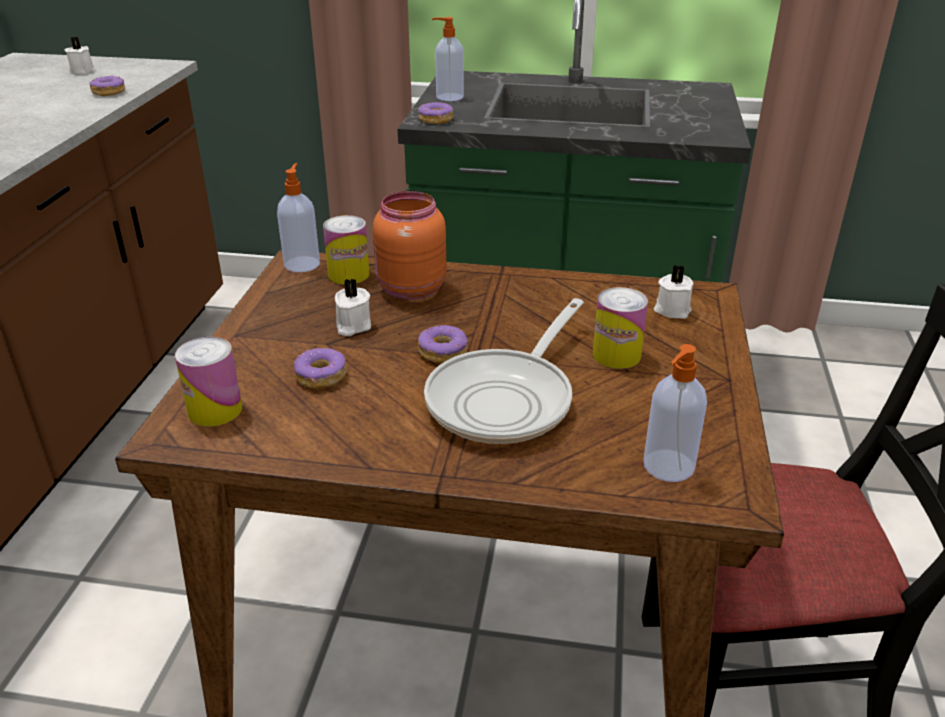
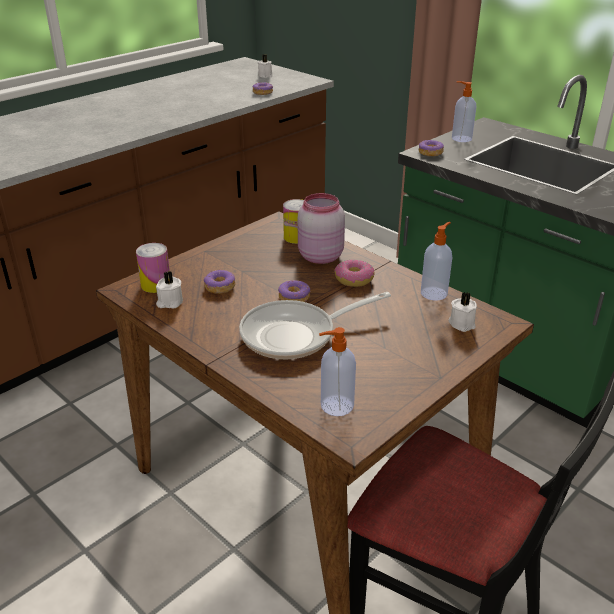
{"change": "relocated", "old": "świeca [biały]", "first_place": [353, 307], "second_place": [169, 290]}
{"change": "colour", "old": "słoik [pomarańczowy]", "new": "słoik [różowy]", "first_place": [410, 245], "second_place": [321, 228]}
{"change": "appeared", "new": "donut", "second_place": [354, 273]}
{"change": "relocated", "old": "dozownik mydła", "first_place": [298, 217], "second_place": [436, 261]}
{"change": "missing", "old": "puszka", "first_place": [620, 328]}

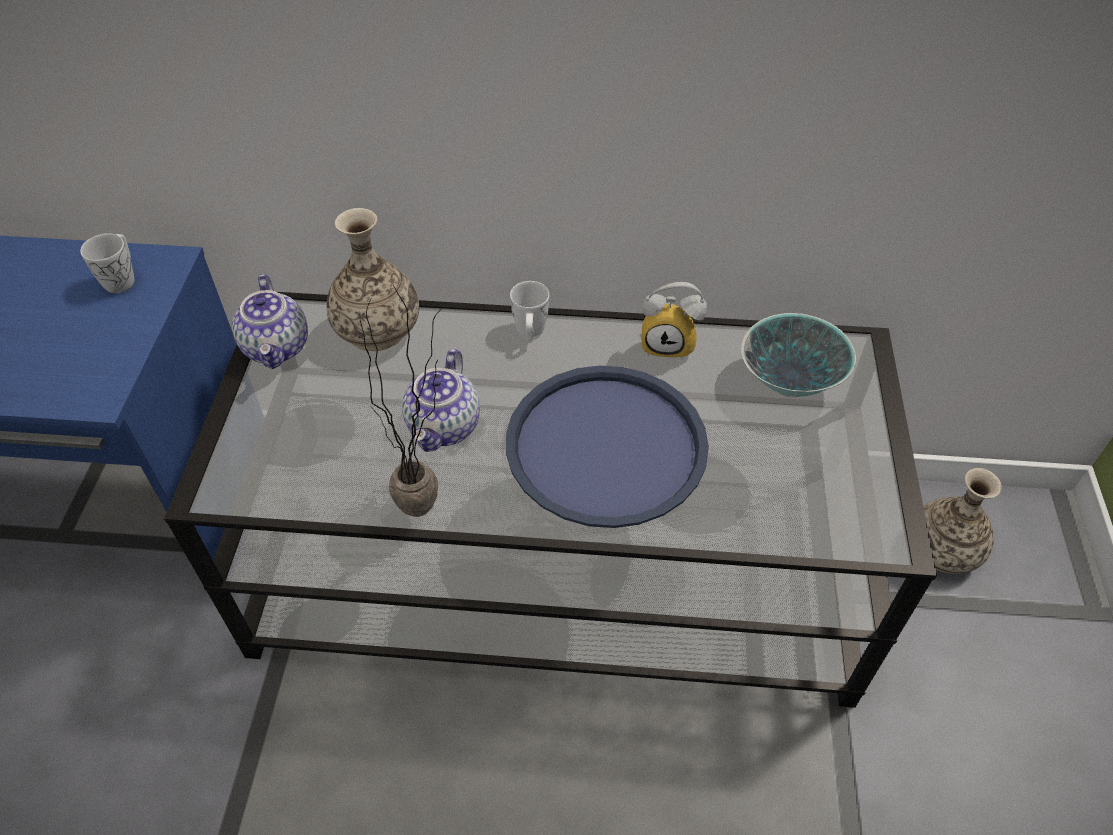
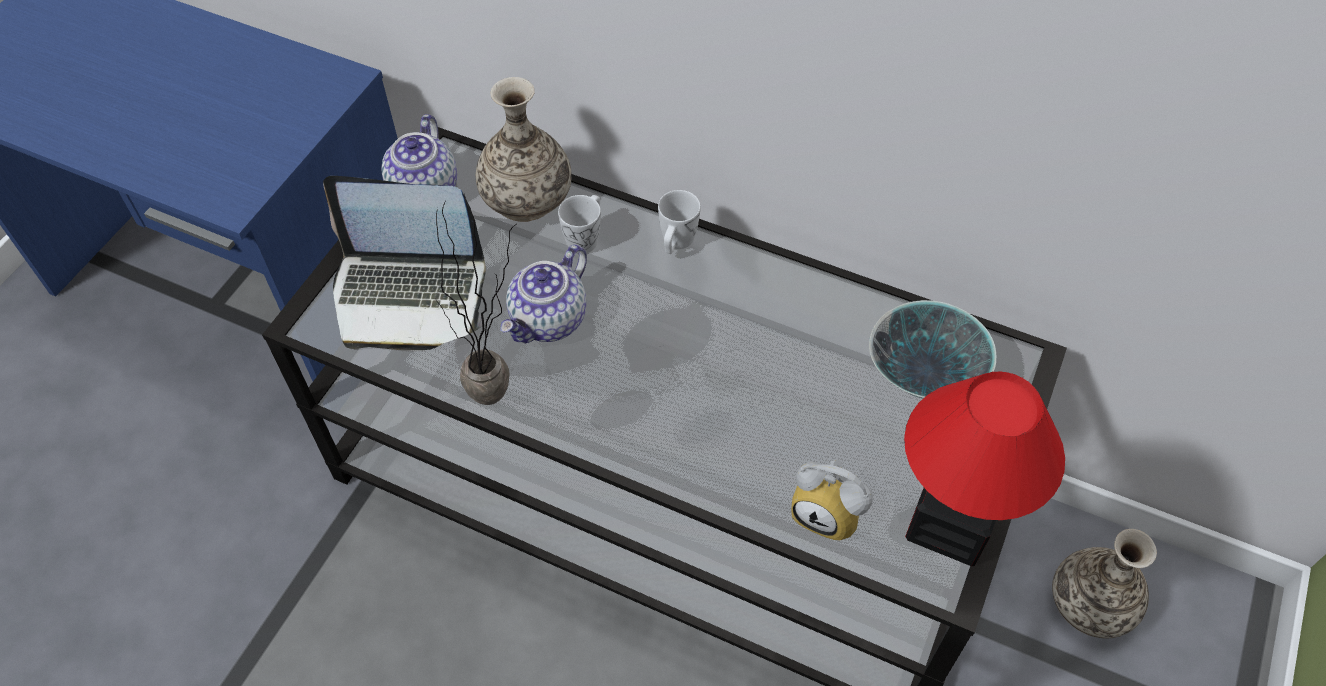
{"change": "appeared", "new": "laptop", "second_place": [404, 263]}
{"change": "relocated", "old": "kubek [biały]", "first_place": [107, 263], "second_place": [579, 224]}
{"change": "relocated", "old": "budzik", "first_place": [674, 321], "second_place": [832, 500]}
{"change": "appeared", "new": "lampa stołowa", "second_place": [984, 468]}
{"change": "missing", "old": "taca [niebieski]", "first_place": [607, 447]}

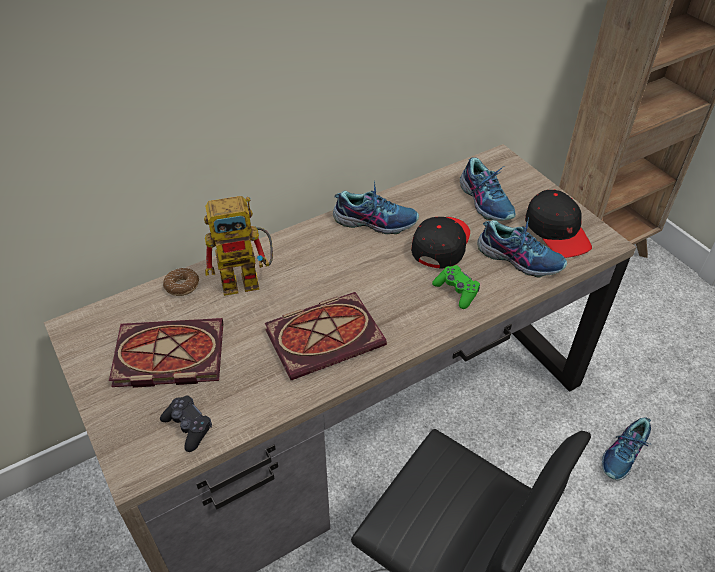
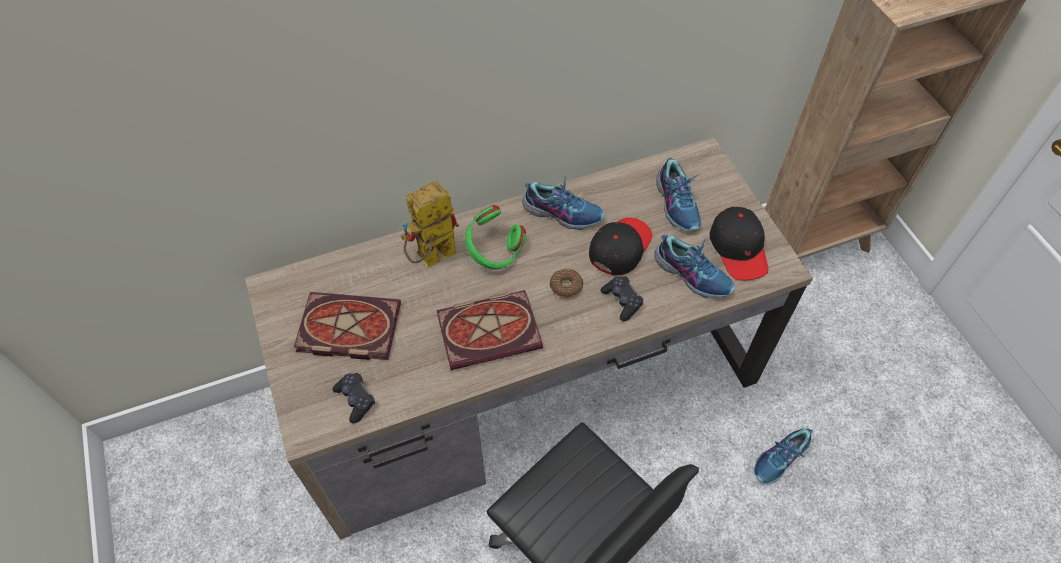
{"change": "spun", "old": "robot zabawkowy", "first_place": [238, 246], "second_place": [430, 224], "degrees": 150}
{"change": "appeared", "new": "słuchawki [zielony]", "second_place": [495, 237]}
{"change": "relocated", "old": "donut", "first_place": [181, 282], "second_place": [566, 283]}
{"change": "colour", "old": "pad do gier [zielony]", "new": "pad do gier [czarny]", "first_place": [456, 287], "second_place": [622, 298]}

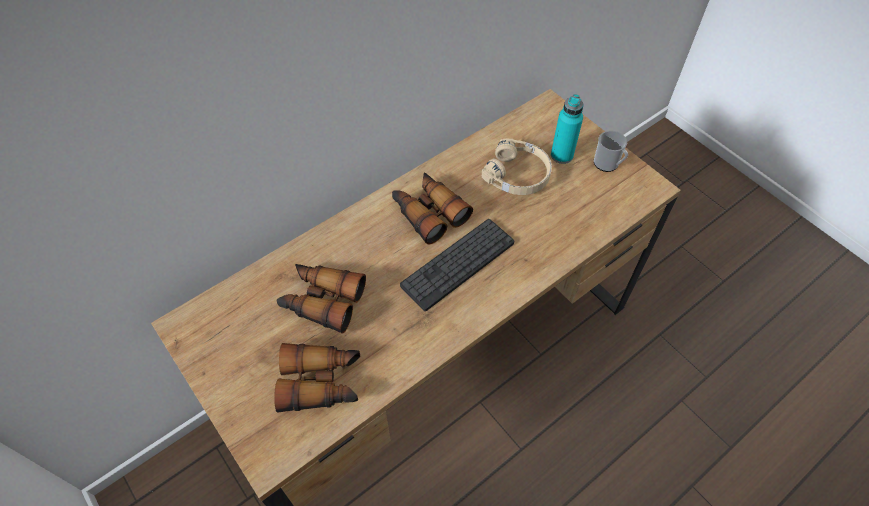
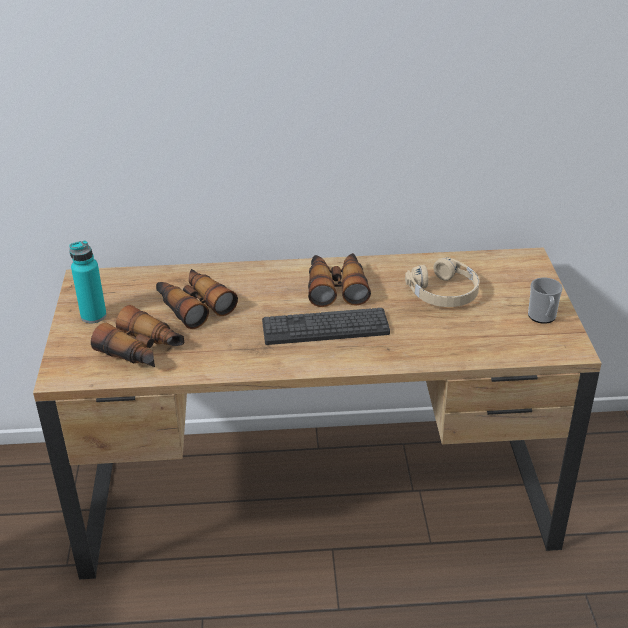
{"change": "relocated", "old": "butelka [turkusowy]", "first_place": [567, 129], "second_place": [88, 282]}

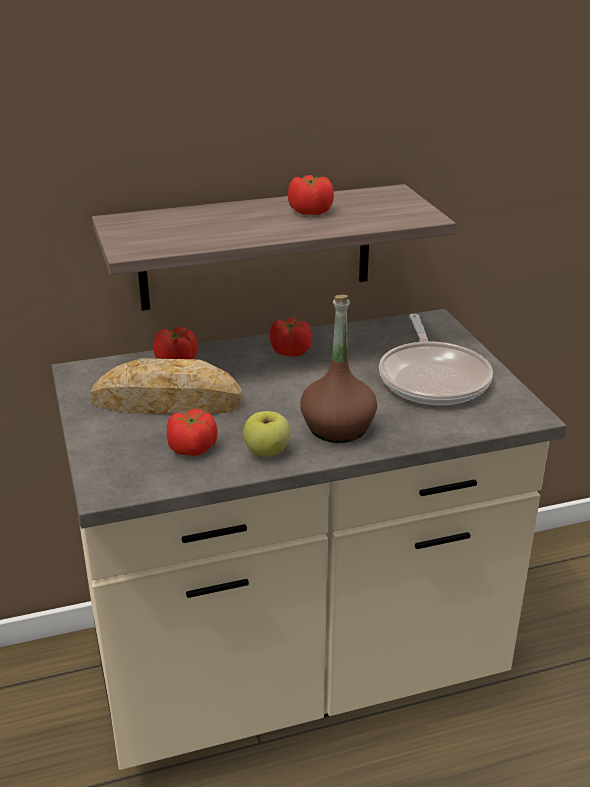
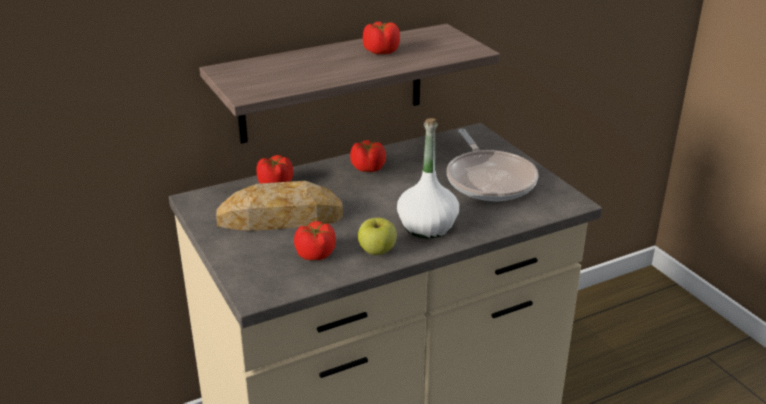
{"change": "colour", "old": "butelka [brązowy]", "new": "butelka [biały]", "first_place": [338, 368], "second_place": [428, 178]}

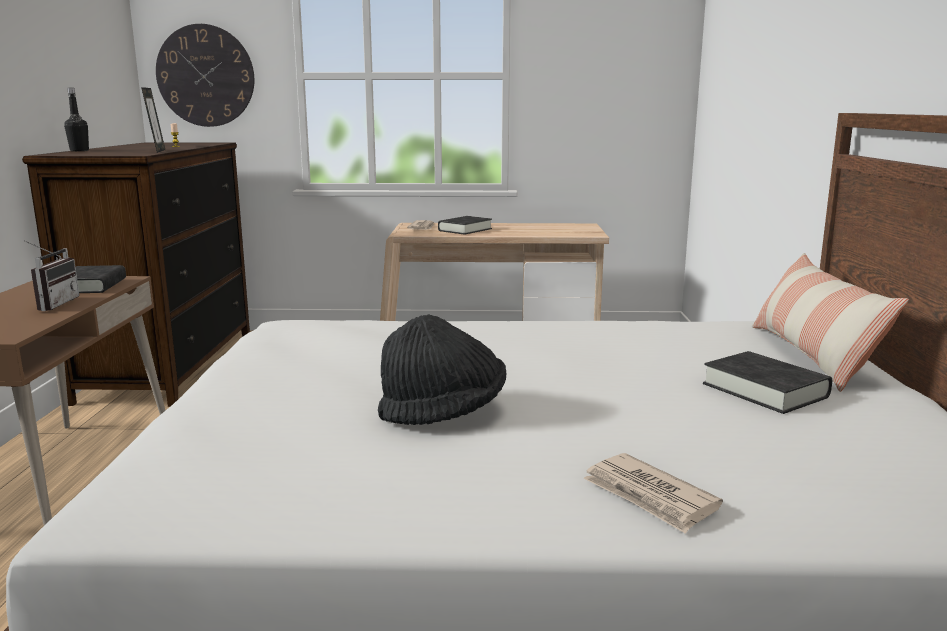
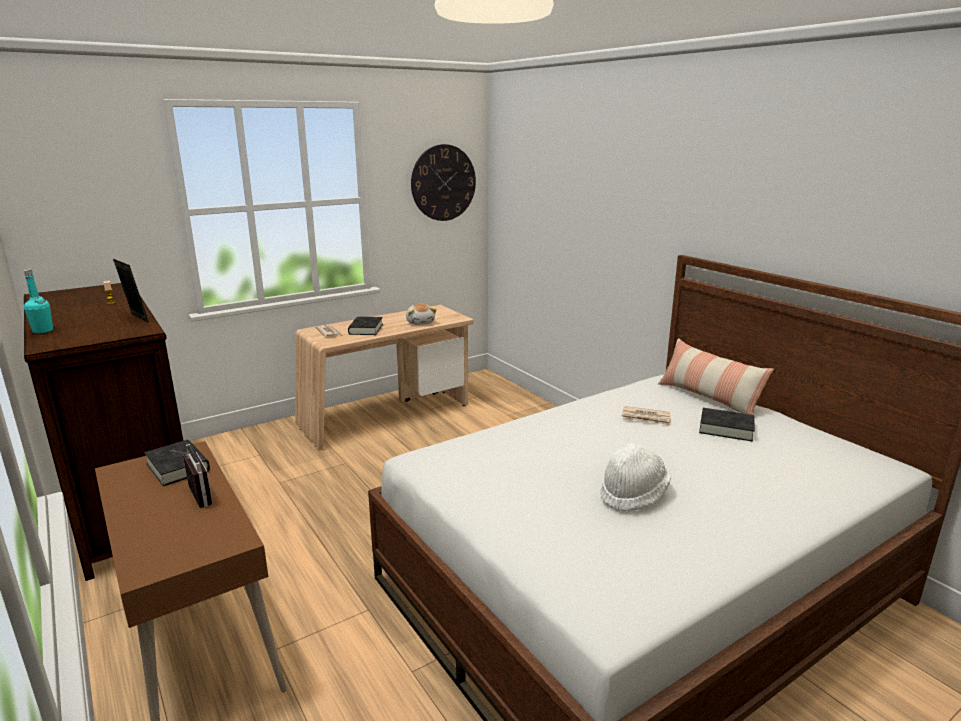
{"change": "colour", "old": "butelka [czarny]", "new": "butelka [turkusowy]", "first_place": [76, 119], "second_place": [38, 301]}
{"change": "appeared", "new": "pluszak", "second_place": [421, 314]}
{"change": "relocated", "old": "zegar ścienny", "first_place": [205, 75], "second_place": [443, 182]}
{"change": "colour", "old": "kapelusz [czarny]", "new": "kapelusz [biały]", "first_place": [442, 369], "second_place": [635, 477]}
{"change": "relocated", "old": "gazeta", "first_place": [653, 493], "second_place": [646, 416]}

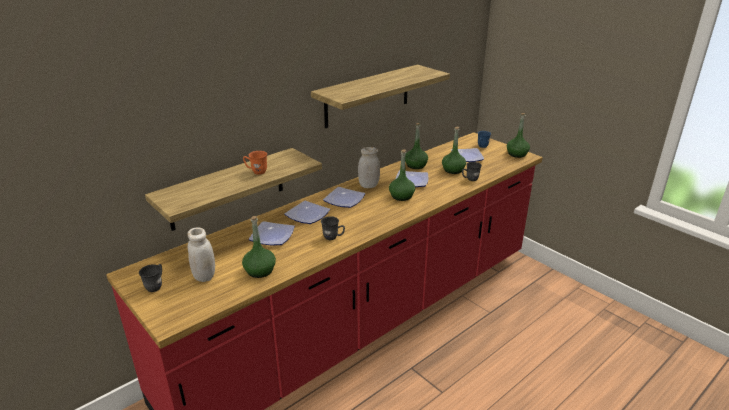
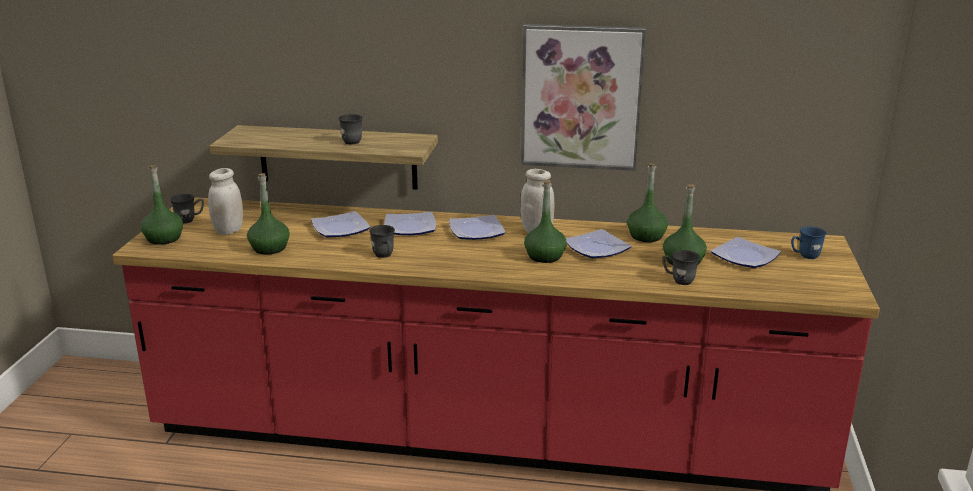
{"change": "relocated", "old": "butelka [zielony]", "first_place": [518, 135], "second_place": [161, 205]}
{"change": "colour", "old": "kubek [pomarańczowy]", "new": "kubek [szary]", "first_place": [255, 163], "second_place": [351, 129]}
{"change": "exchanged", "old": "półka", "new": "obraz", "first_place": [380, 96], "second_place": [583, 97]}

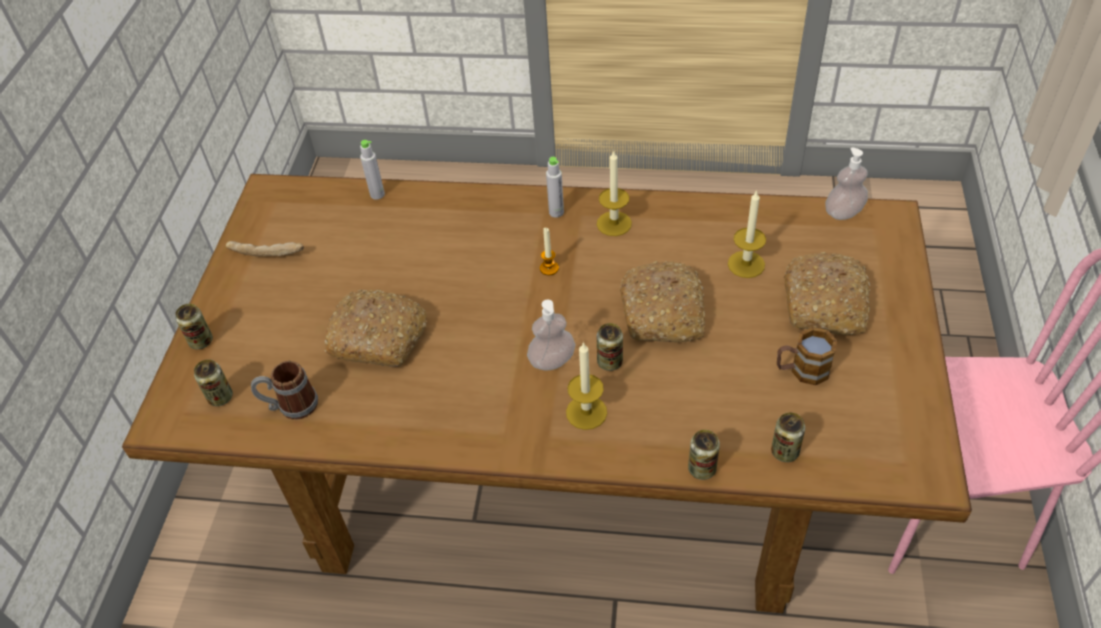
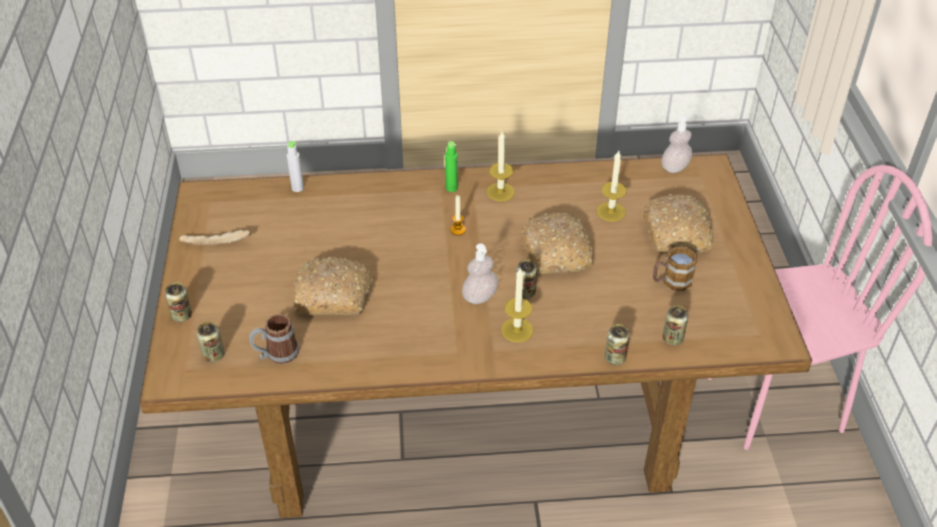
{"change": "colour", "old": "butelka [szary]", "new": "butelka [zielony]", "first_place": [555, 187], "second_place": [451, 166]}

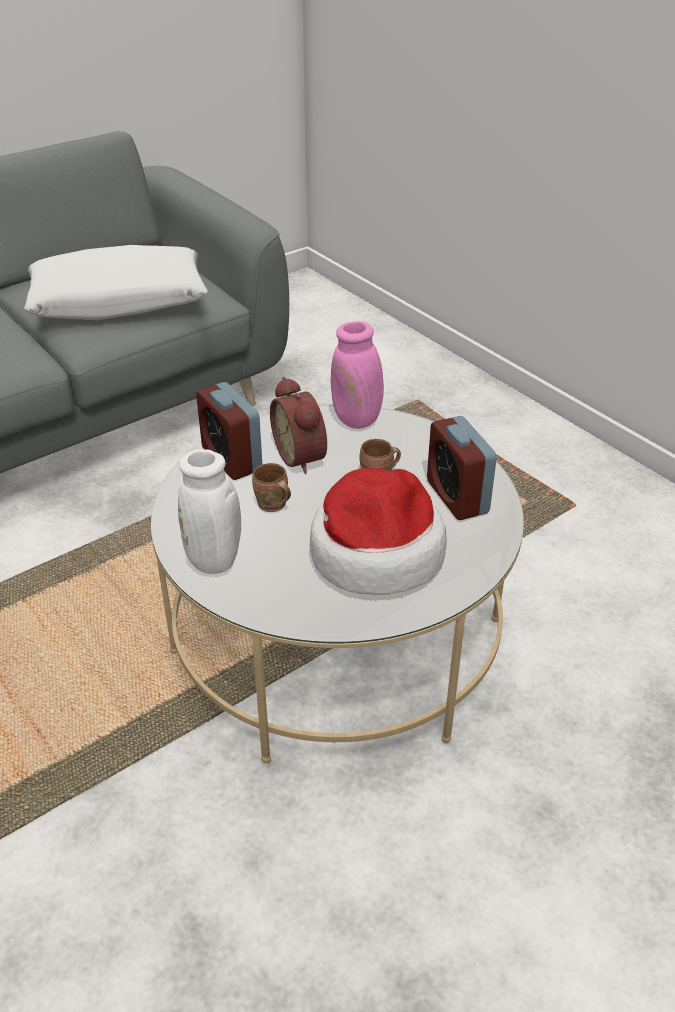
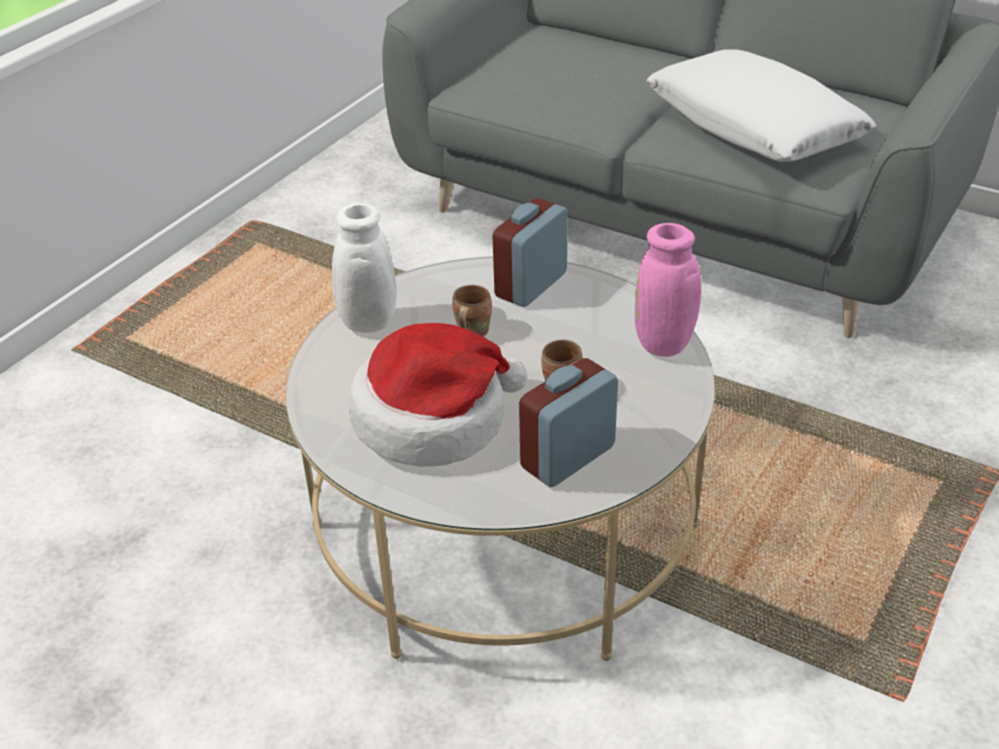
{"change": "missing", "old": "budzik", "first_place": [298, 425]}

